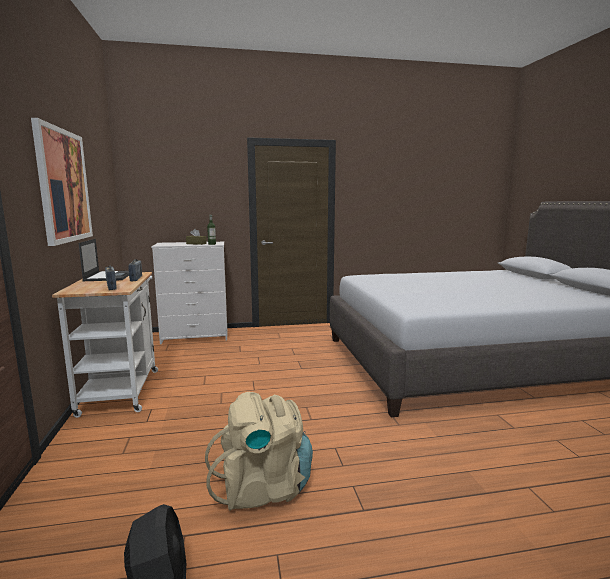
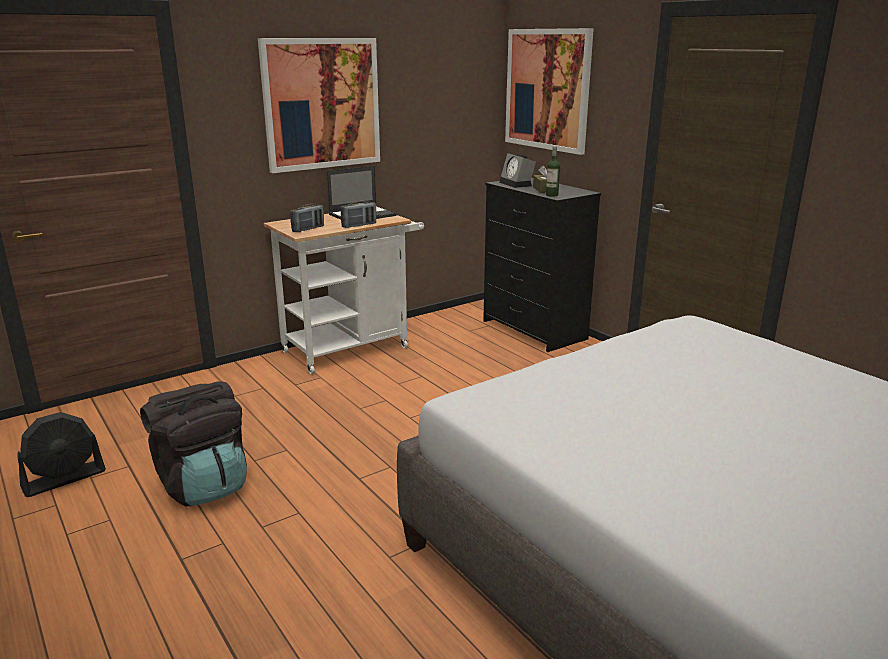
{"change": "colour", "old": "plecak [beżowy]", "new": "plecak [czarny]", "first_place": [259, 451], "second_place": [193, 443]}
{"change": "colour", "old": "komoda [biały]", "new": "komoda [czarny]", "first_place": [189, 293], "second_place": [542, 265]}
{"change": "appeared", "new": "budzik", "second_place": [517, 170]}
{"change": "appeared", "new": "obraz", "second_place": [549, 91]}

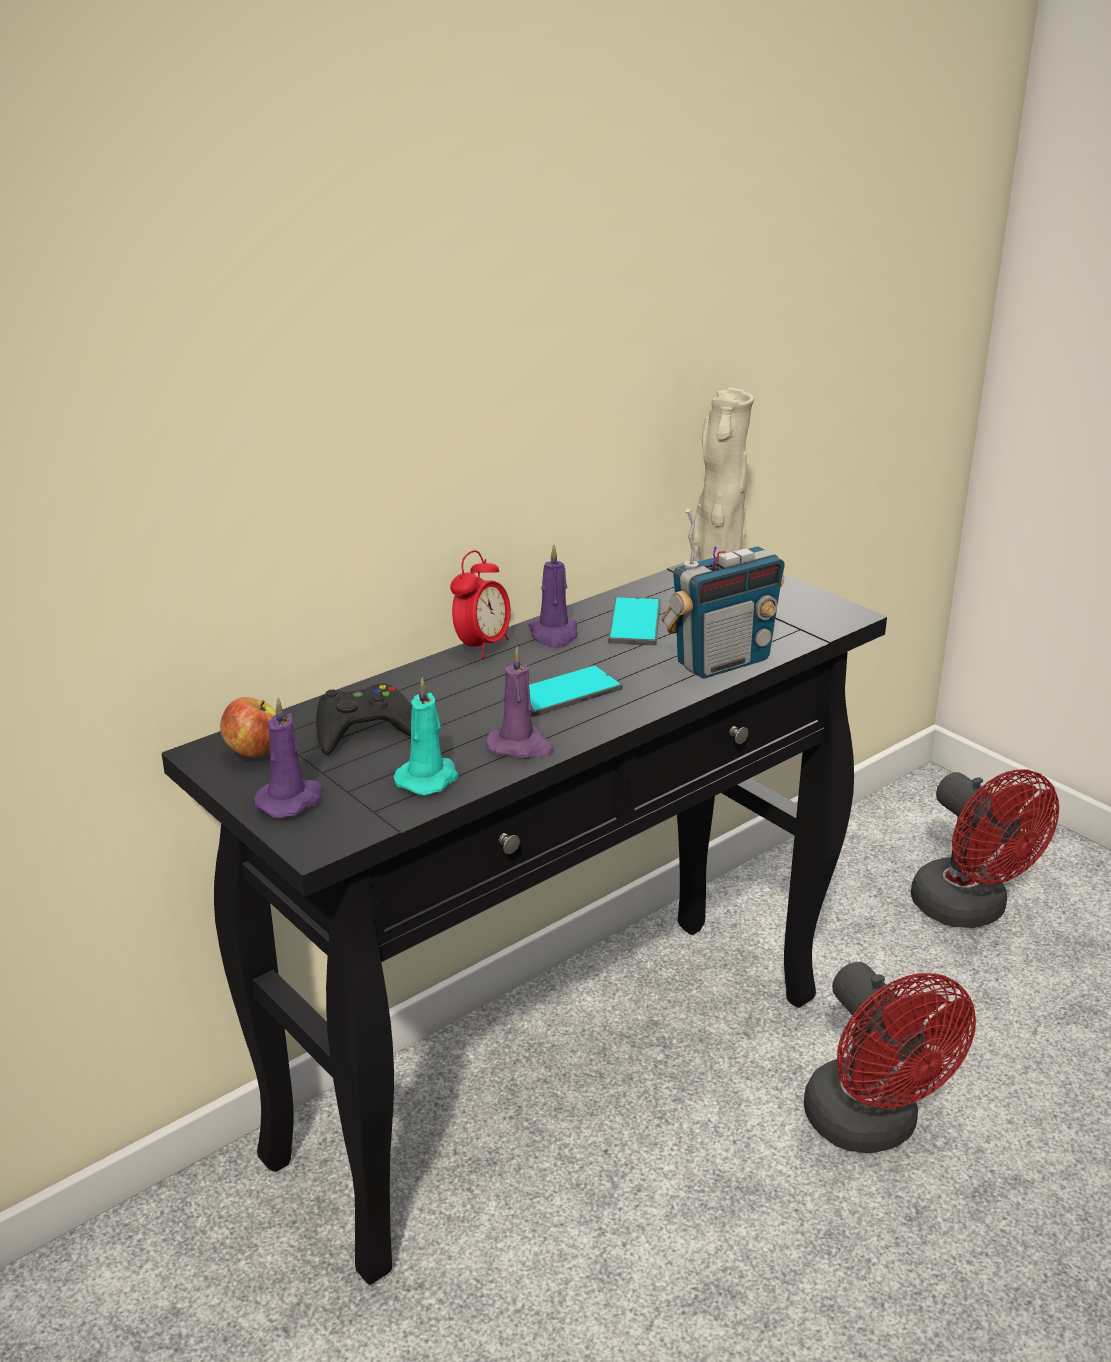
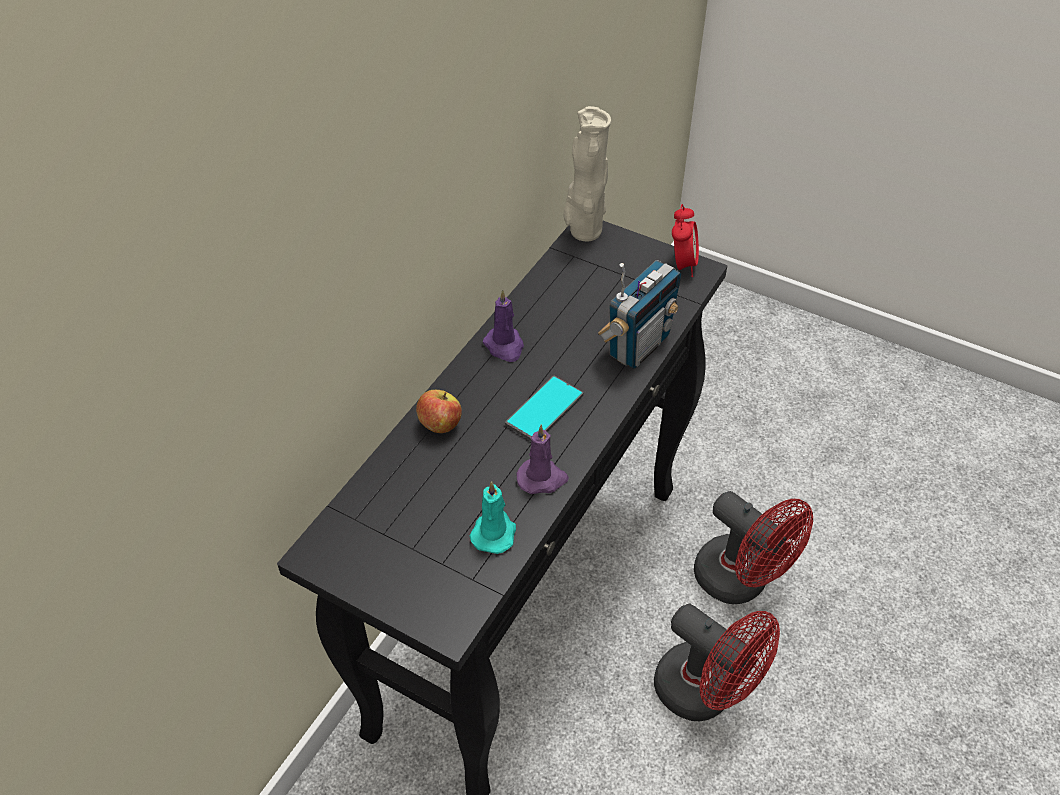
{"change": "relocated", "old": "jabłko", "first_place": [248, 727], "second_place": [439, 411]}
{"change": "relocated", "old": "wentylator [czerwony]", "first_place": [985, 849], "second_place": [717, 662]}
{"change": "relocated", "old": "budzik", "first_place": [480, 604], "second_place": [685, 240]}
{"change": "missing", "old": "świeca [fioletowy]", "first_place": [288, 757]}
{"change": "missing", "old": "pad do gier [czarny]", "first_place": [364, 719]}
{"change": "missing", "old": "telefon", "first_place": [634, 621]}

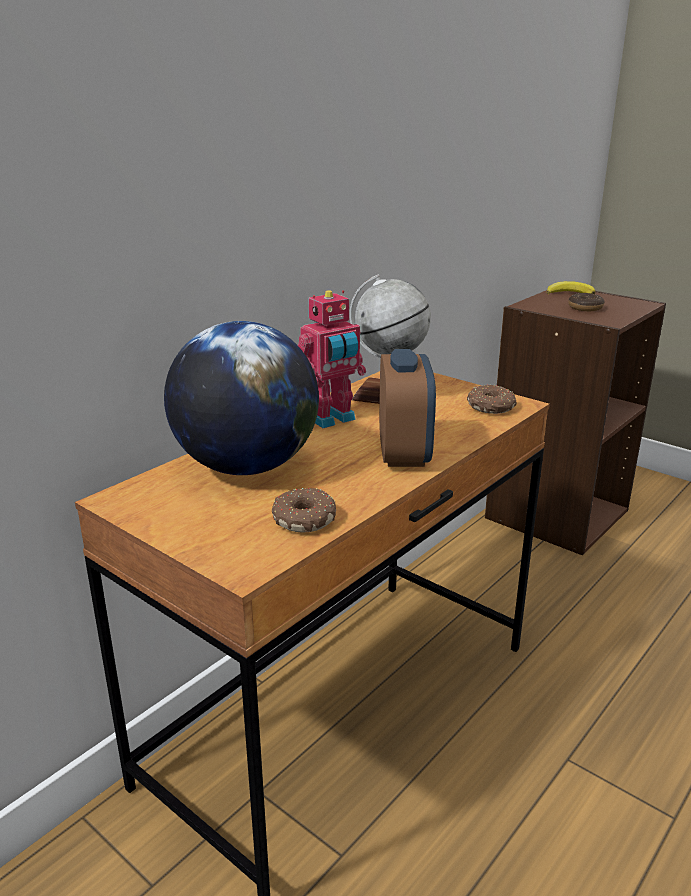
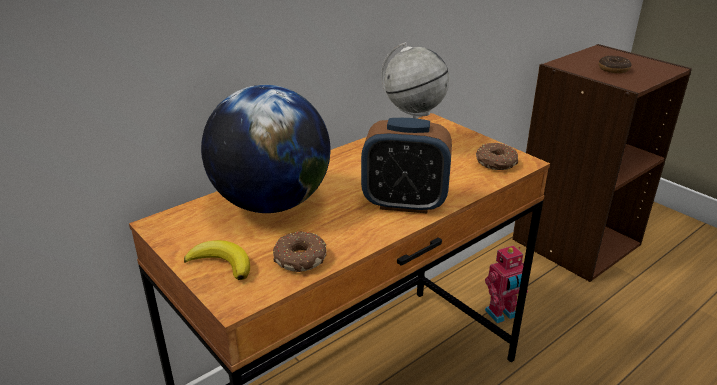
{"change": "relocated", "old": "banan", "first_place": [571, 287], "second_place": [217, 260]}
{"change": "spun", "old": "budzik", "first_place": [407, 408], "second_place": [406, 165], "degrees": 90}
{"change": "relocated", "old": "robot zabawkowy", "first_place": [332, 359], "second_place": [506, 284]}

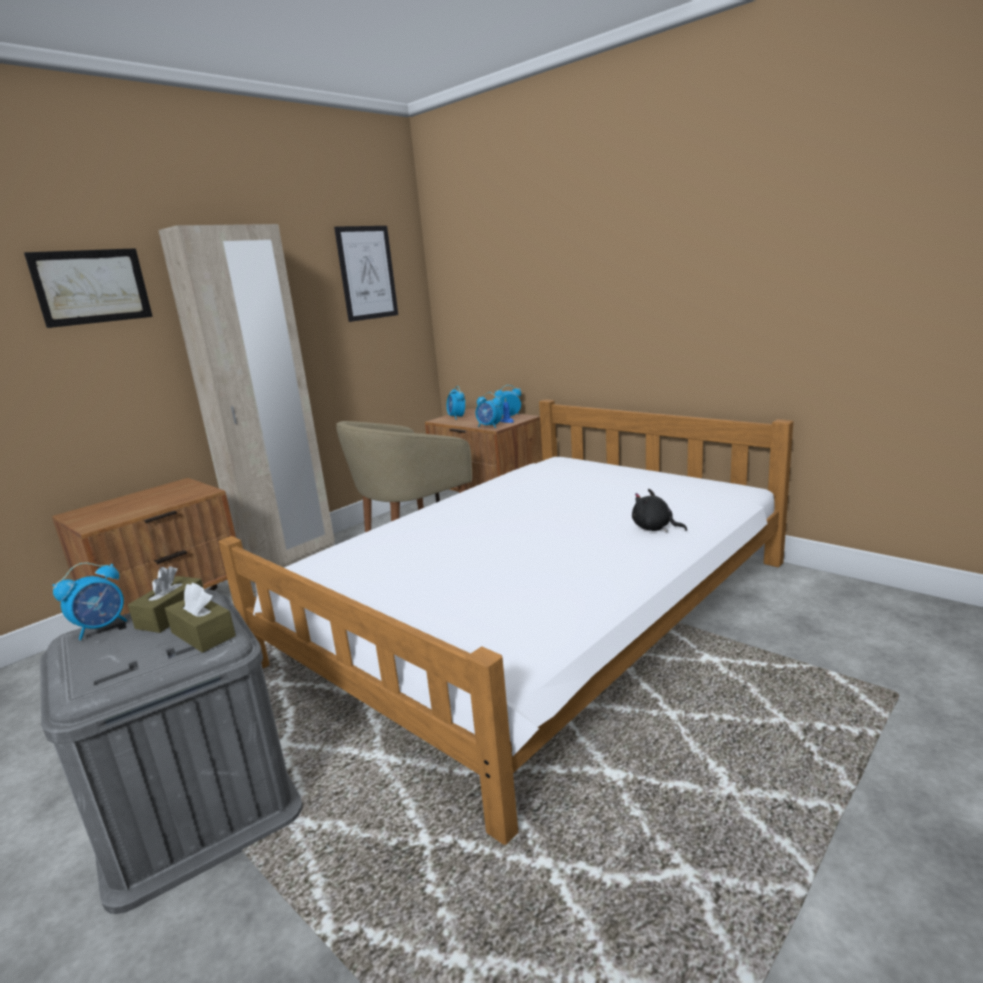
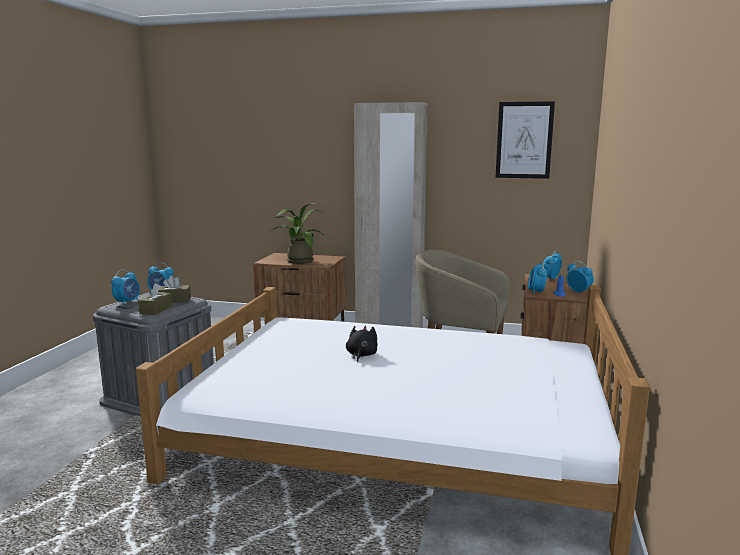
{"change": "appeared", "new": "budzik", "second_place": [125, 288]}
{"change": "appeared", "new": "roślina doniczkowa", "second_place": [299, 233]}
{"change": "relocated", "old": "pluszak [czarny]", "first_place": [659, 510], "second_place": [362, 344]}
{"change": "missing", "old": "obraz", "first_place": [88, 288]}

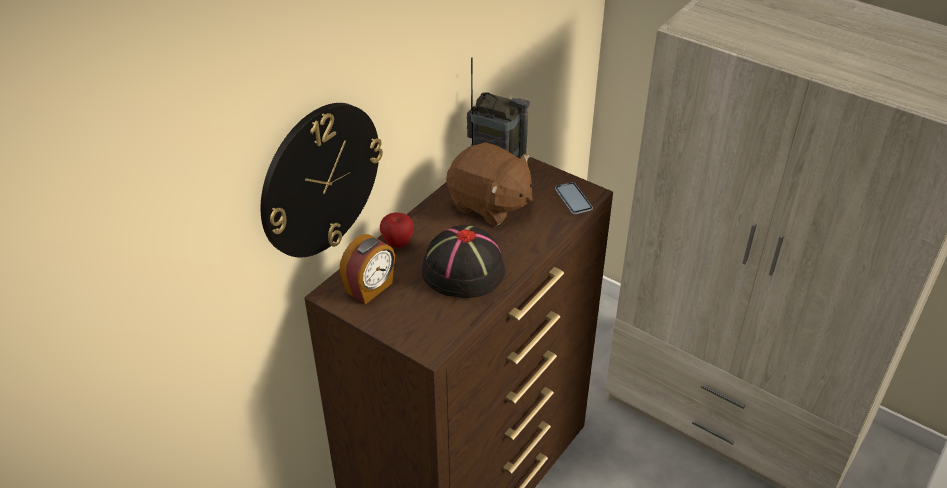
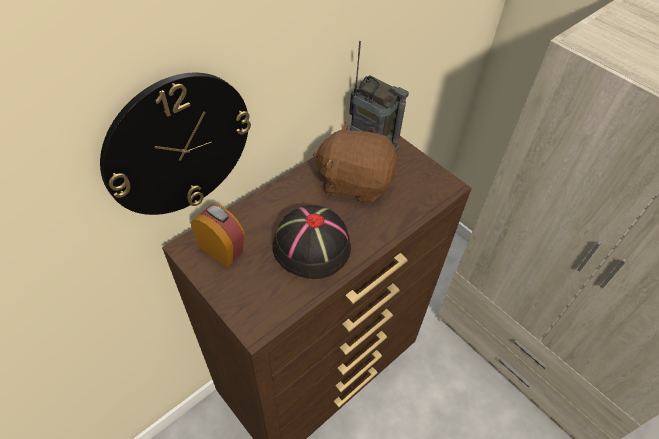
{"change": "spun", "old": "budzik", "first_place": [367, 269], "second_place": [218, 235], "degrees": -105}
{"change": "spun", "old": "pluszak [brązowy]", "first_place": [489, 184], "second_place": [355, 162], "degrees": 150}
{"change": "missing", "old": "jabłko", "first_place": [397, 230]}
{"change": "missing", "old": "telefon", "first_place": [574, 198]}

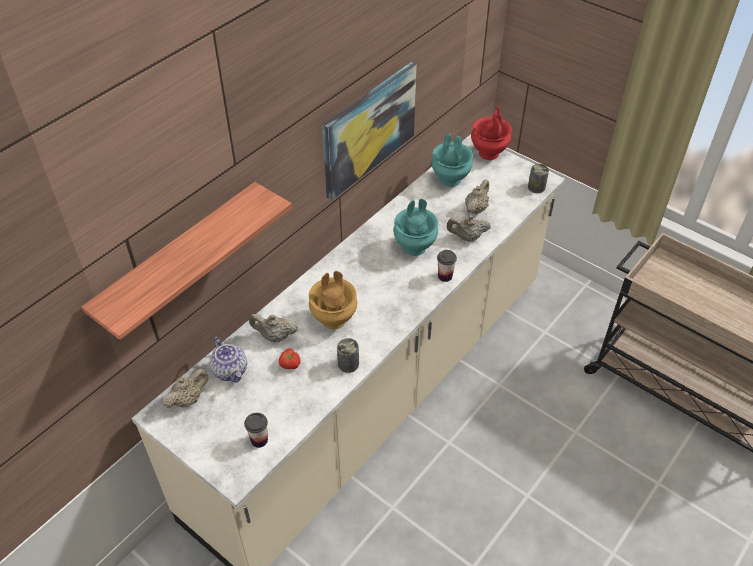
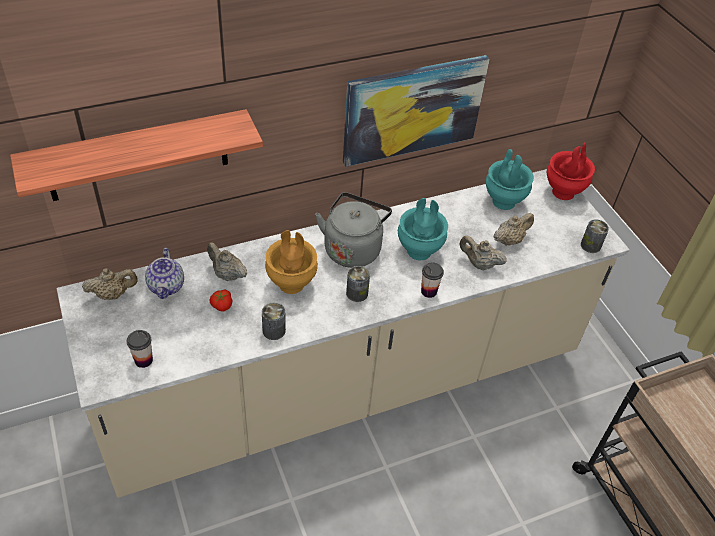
{"change": "appeared", "new": "czajnik [szary]", "second_place": [353, 230]}
{"change": "appeared", "new": "puszka", "second_place": [358, 284]}

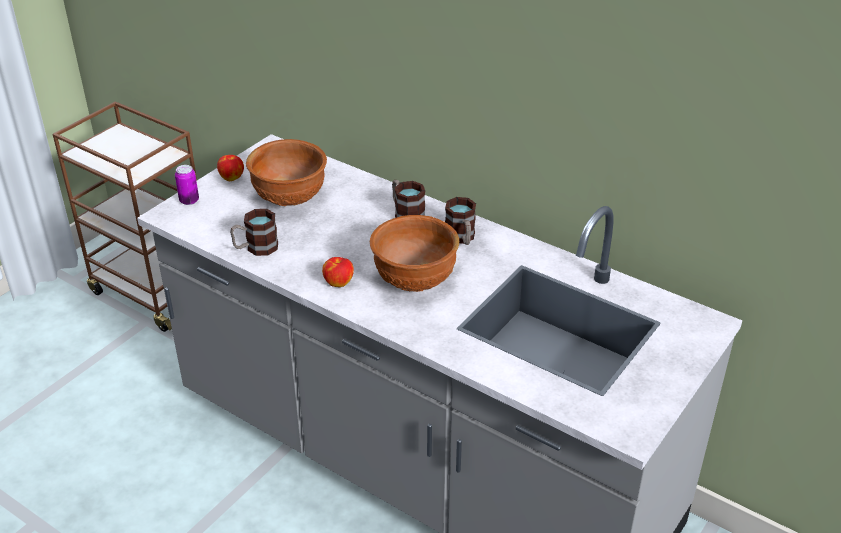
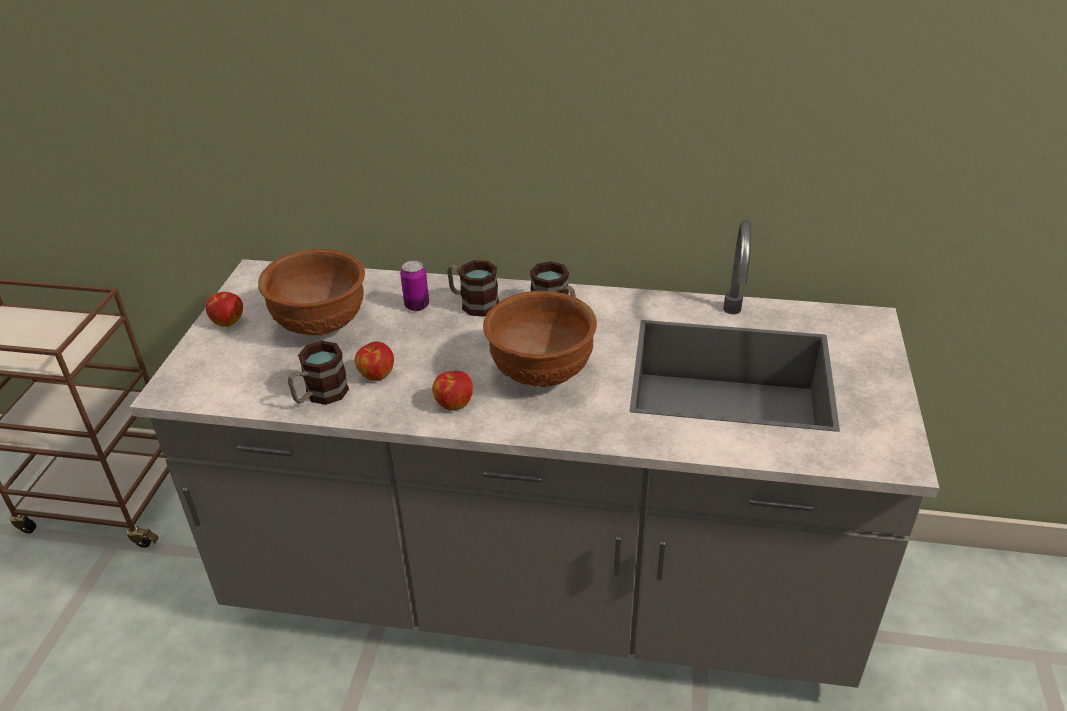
{"change": "appeared", "new": "jabłko", "second_place": [374, 361]}
{"change": "relocated", "old": "puszka", "first_place": [187, 185], "second_place": [414, 286]}

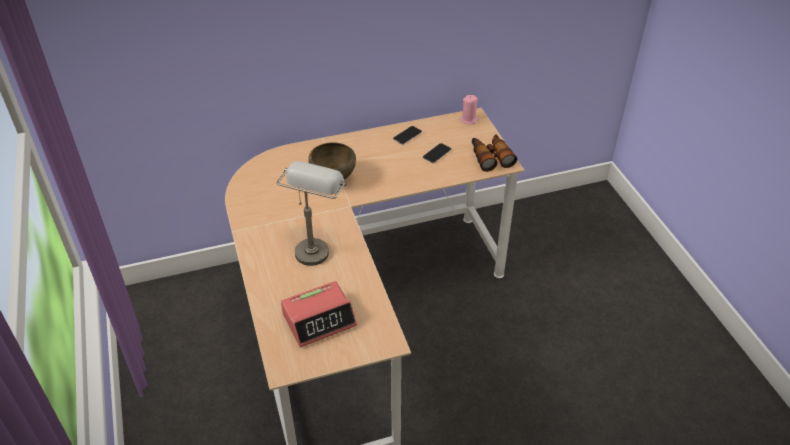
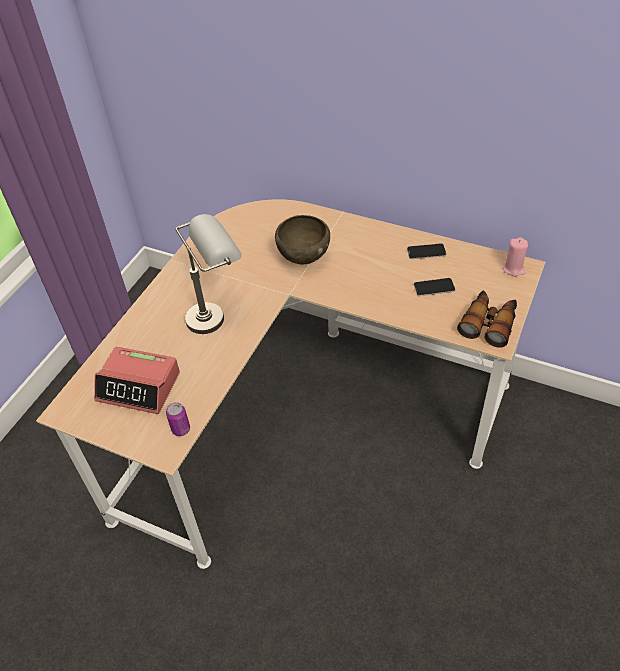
{"change": "appeared", "new": "puszka", "second_place": [178, 419]}

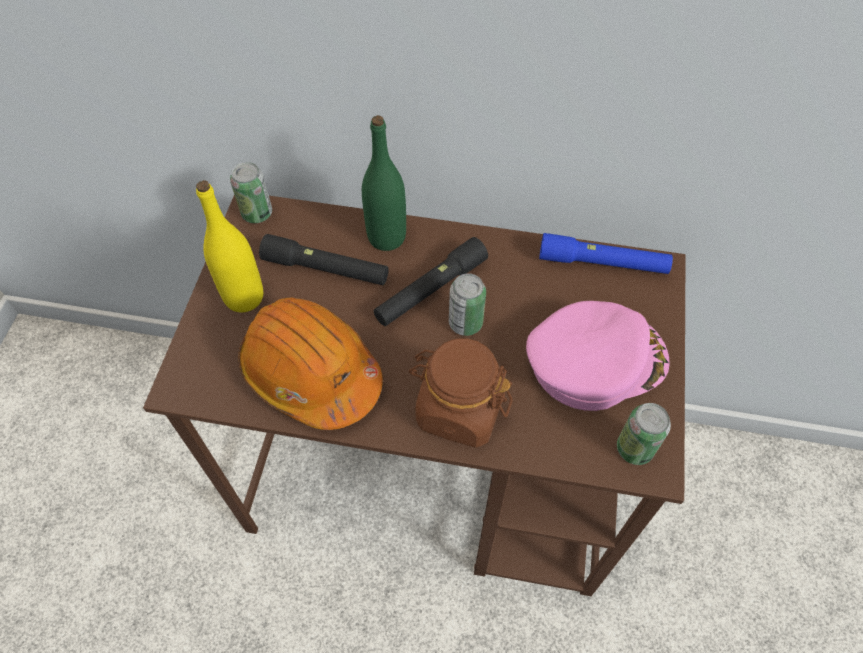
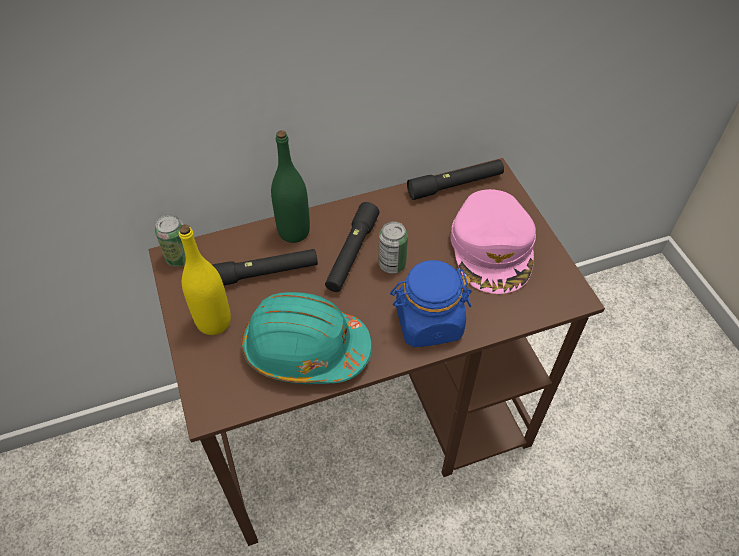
{"change": "colour", "old": "kask [pomarańczowy]", "new": "kask [turkusowy]", "first_place": [311, 364], "second_place": [307, 338]}
{"change": "colour", "old": "słoik [brązowy]", "new": "słoik [niebieski]", "first_place": [460, 393], "second_place": [431, 303]}
{"change": "colour", "old": "latarka [niebieski]", "new": "latarka [czarny]", "first_place": [606, 253], "second_place": [455, 179]}
{"change": "spun", "old": "czapka z daszkiem [różowy]", "first_place": [598, 356], "second_place": [493, 241], "degrees": 135}
{"change": "missing", "old": "puszka", "first_place": [644, 434]}

